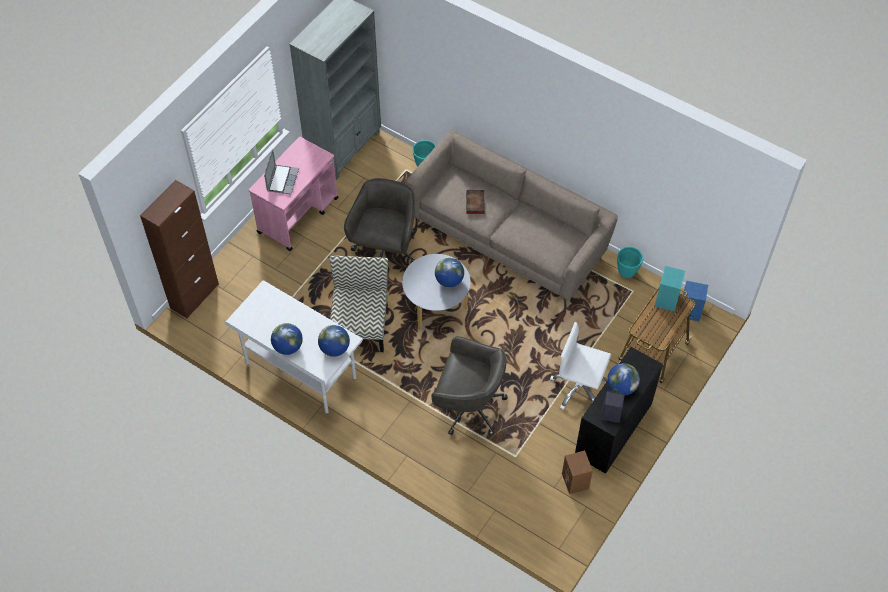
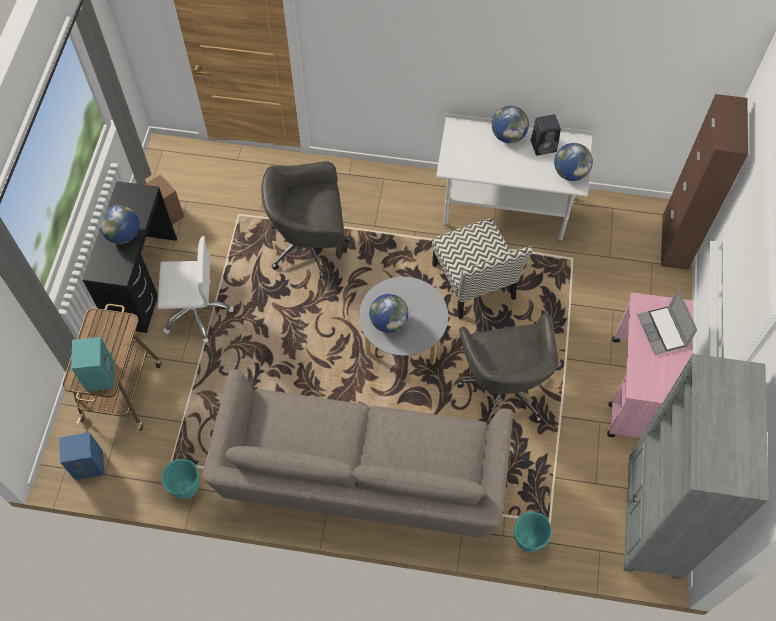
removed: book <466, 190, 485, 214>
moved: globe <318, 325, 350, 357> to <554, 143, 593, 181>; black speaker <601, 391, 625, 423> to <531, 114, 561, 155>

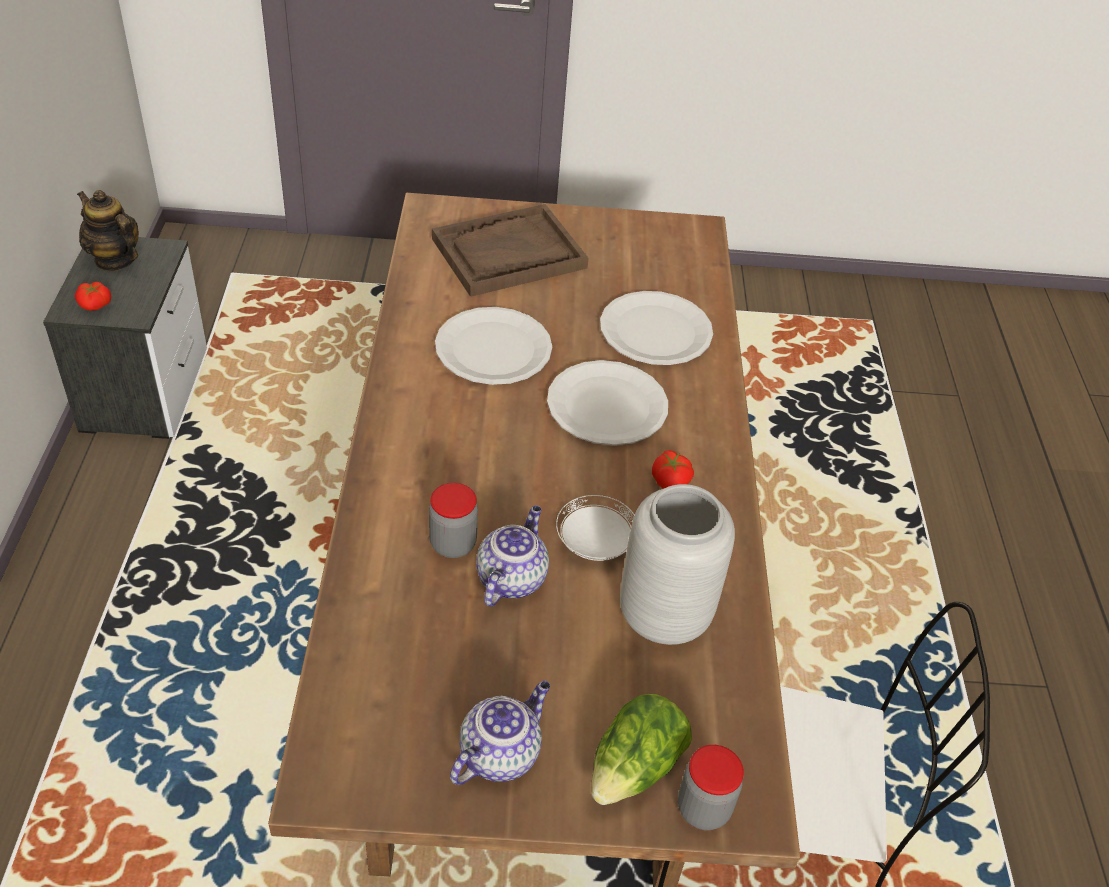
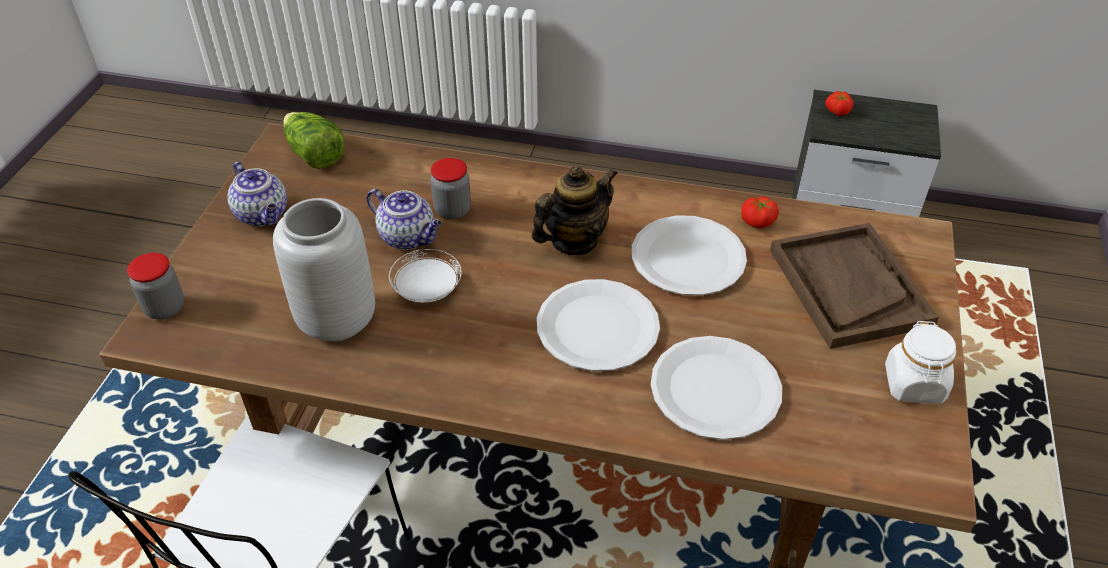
added: white jar <885, 321, 956, 404>
moved: teapot <77, 190, 139, 271> to <531, 166, 618, 255>; lettuce <591, 694, 692, 805> to <284, 112, 345, 169>; tomato <652, 450, 694, 489> to <741, 197, 779, 228>

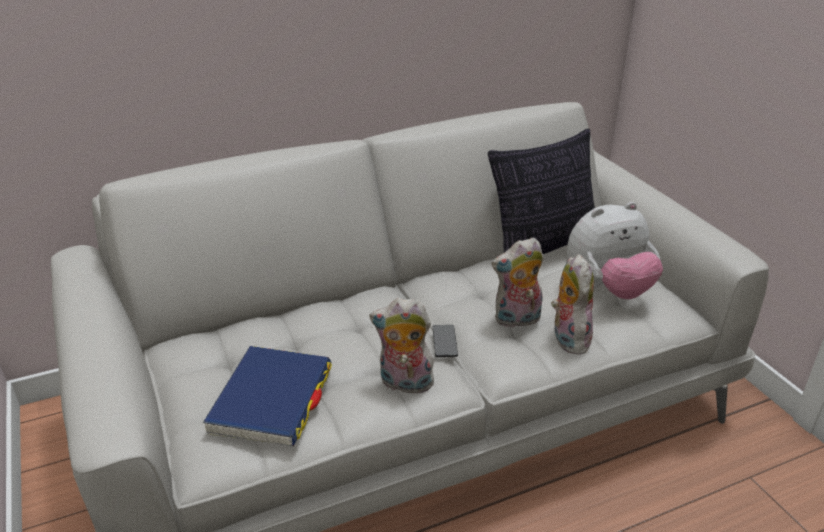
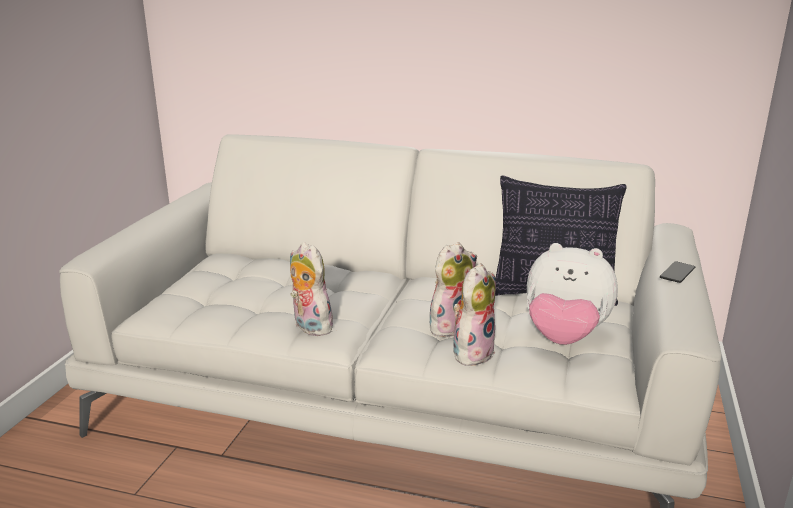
removed: blue book <203, 346, 332, 446>
moved: phone <433, 325, 458, 357> to <660, 261, 695, 283>
turned: plush toy <492, 238, 544, 328> = <429, 242, 477, 339> 120 degrees clockwise

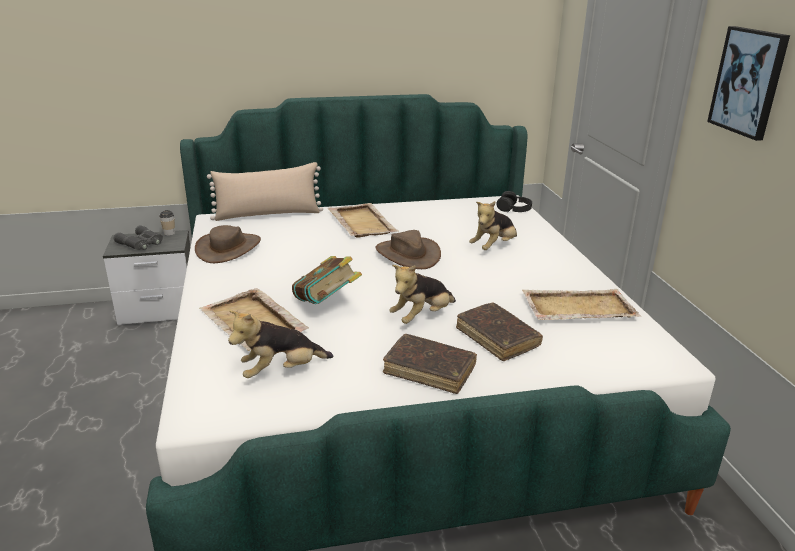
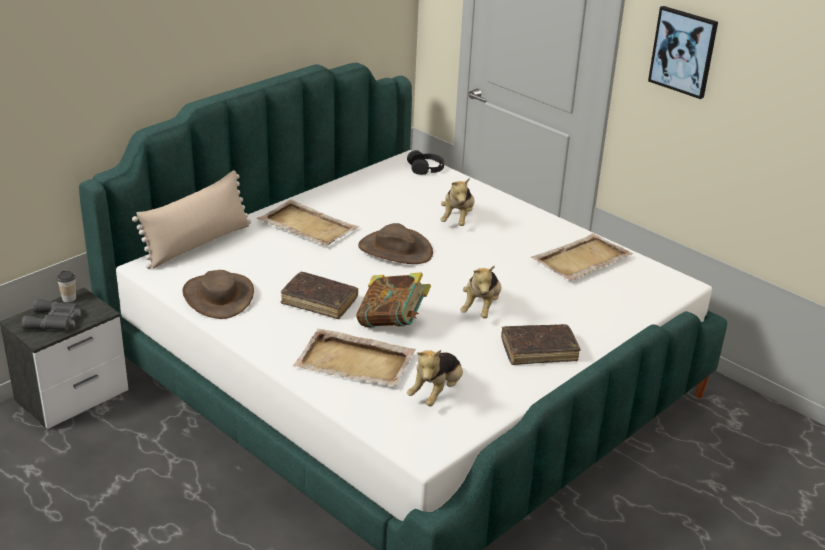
moved: brown book <456, 303, 543, 361> to <281, 272, 358, 319>

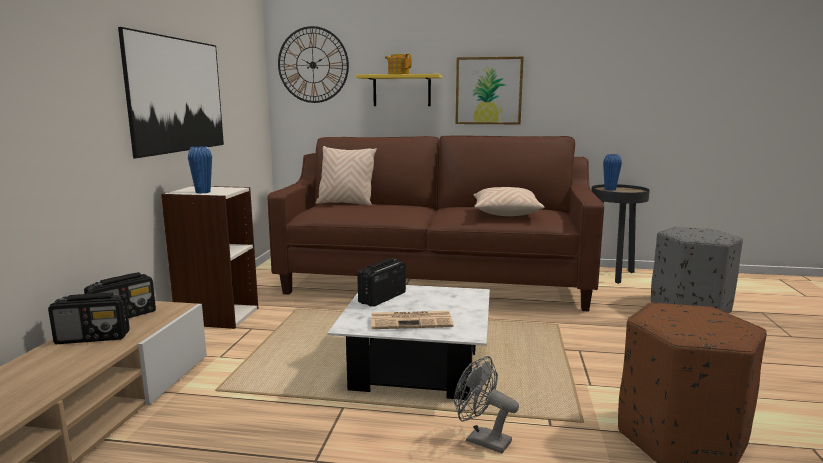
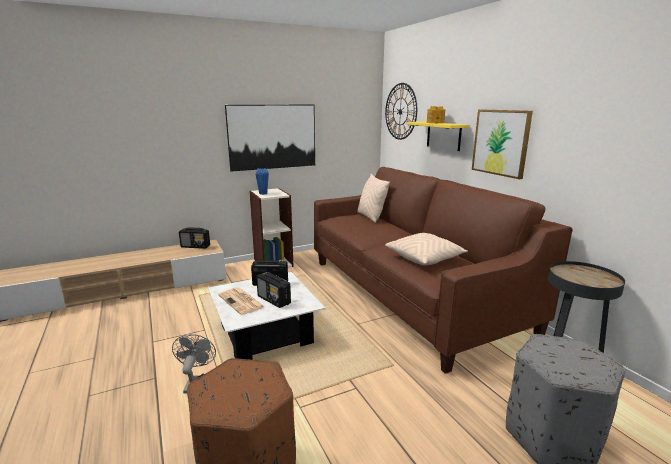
removed: blue vase <603, 154, 622, 190>
moved: radio <48, 293, 130, 344> to <256, 272, 291, 308>

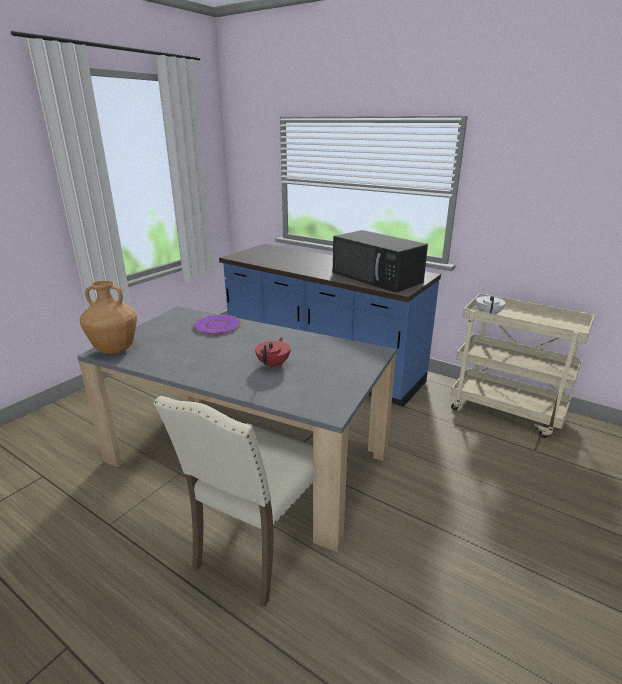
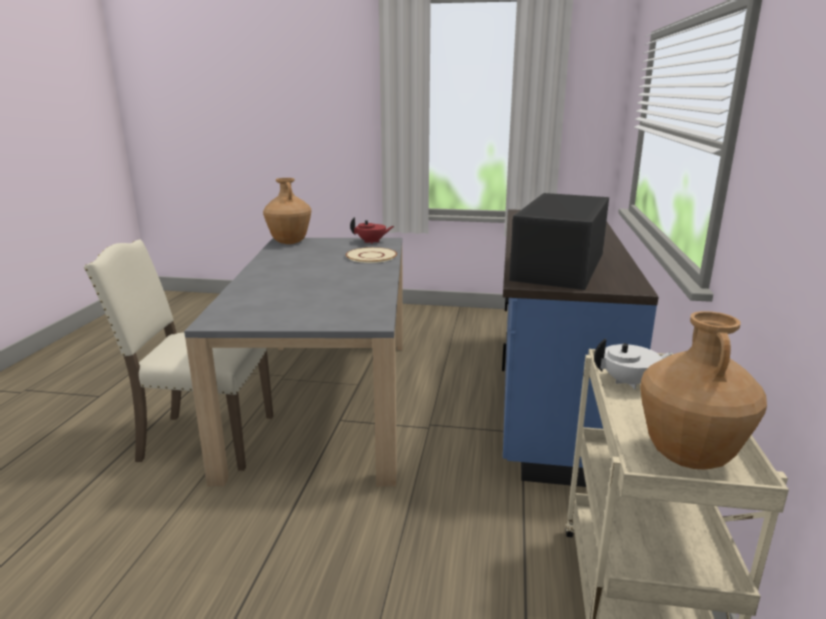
added: brown vase <640, 311, 767, 470>
moved: red teapot <255, 337, 291, 369> to <350, 217, 394, 244>
recoloured: purple plate <193, 315, 241, 335> to beige plate <346, 247, 397, 263>

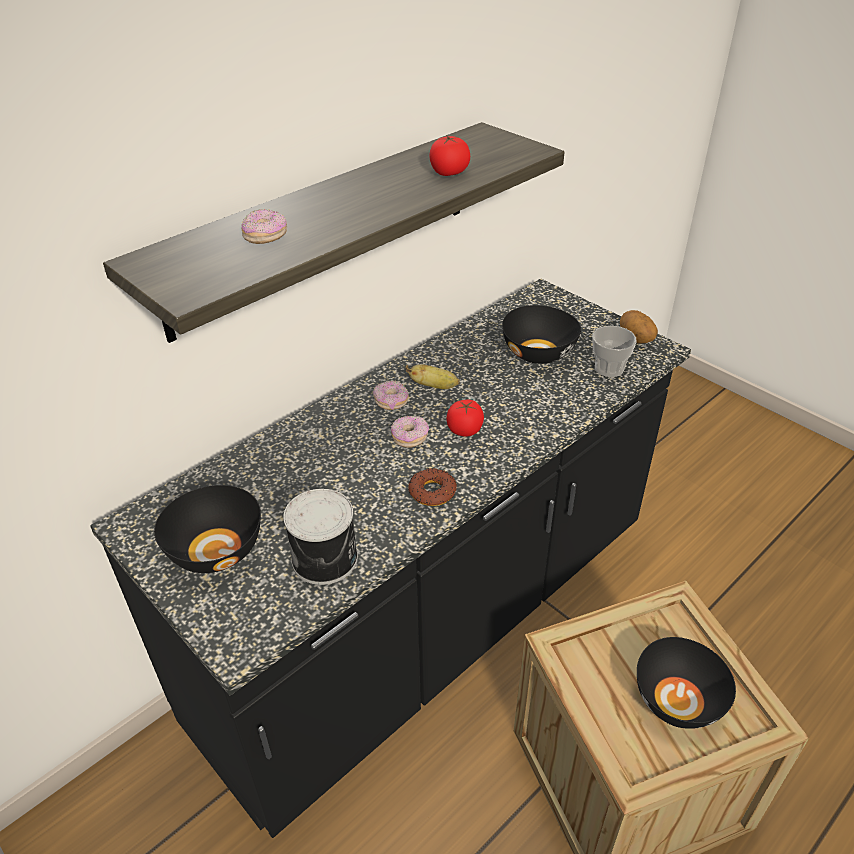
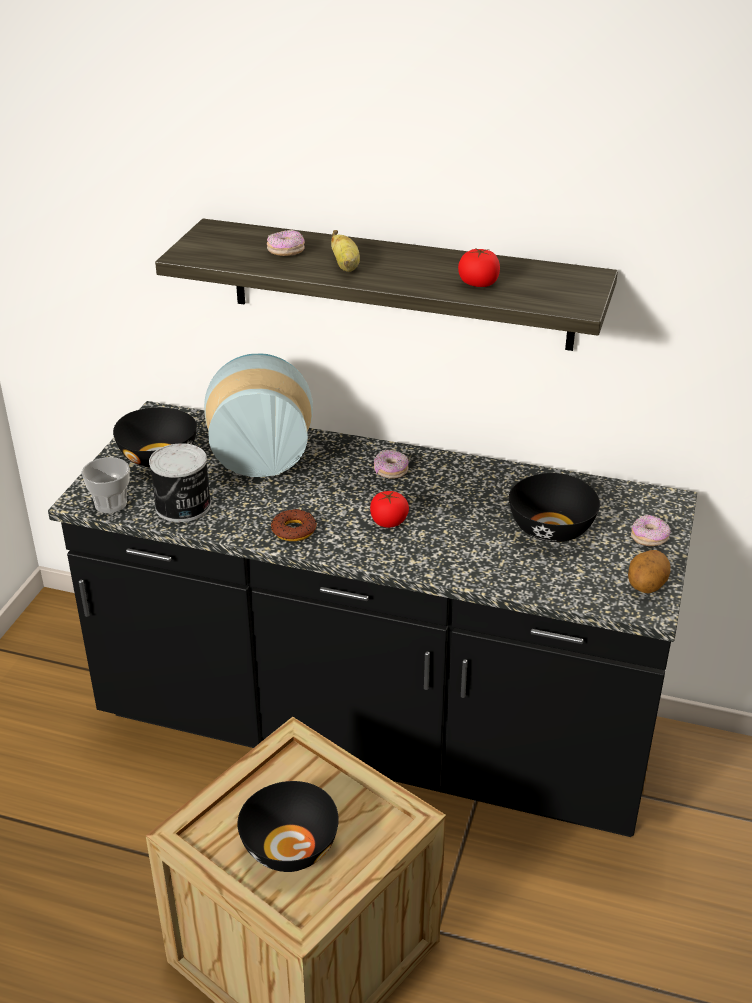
added: vase <204, 354, 313, 477>
moved: donut <391, 416, 429, 447> to <631, 515, 671, 546>; banana <406, 364, 460, 389> to <331, 230, 360, 272>; cup <593, 326, 636, 377> to <81, 457, 130, 513>

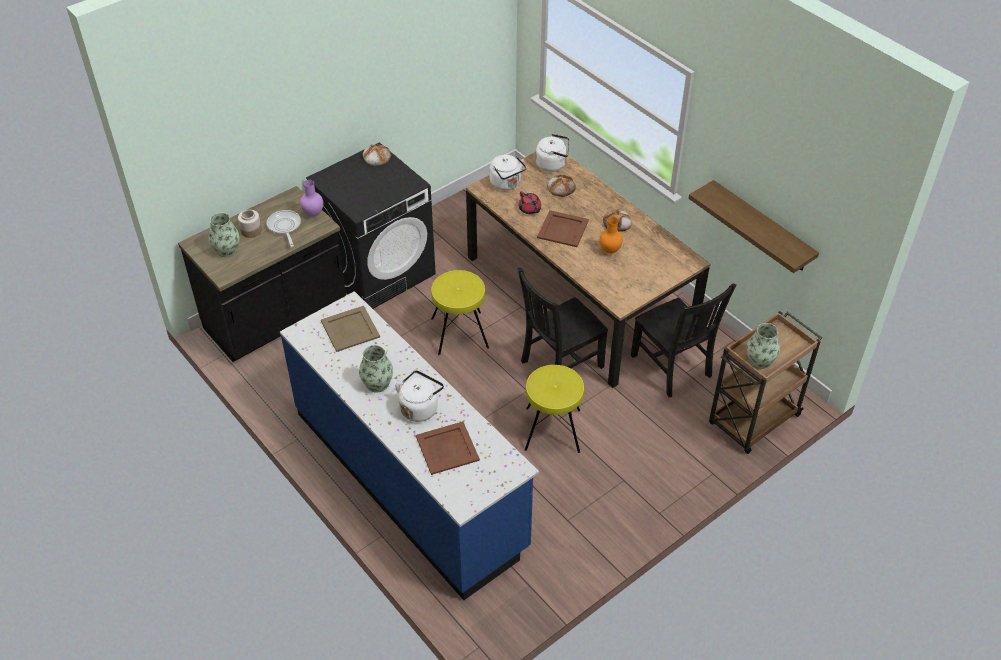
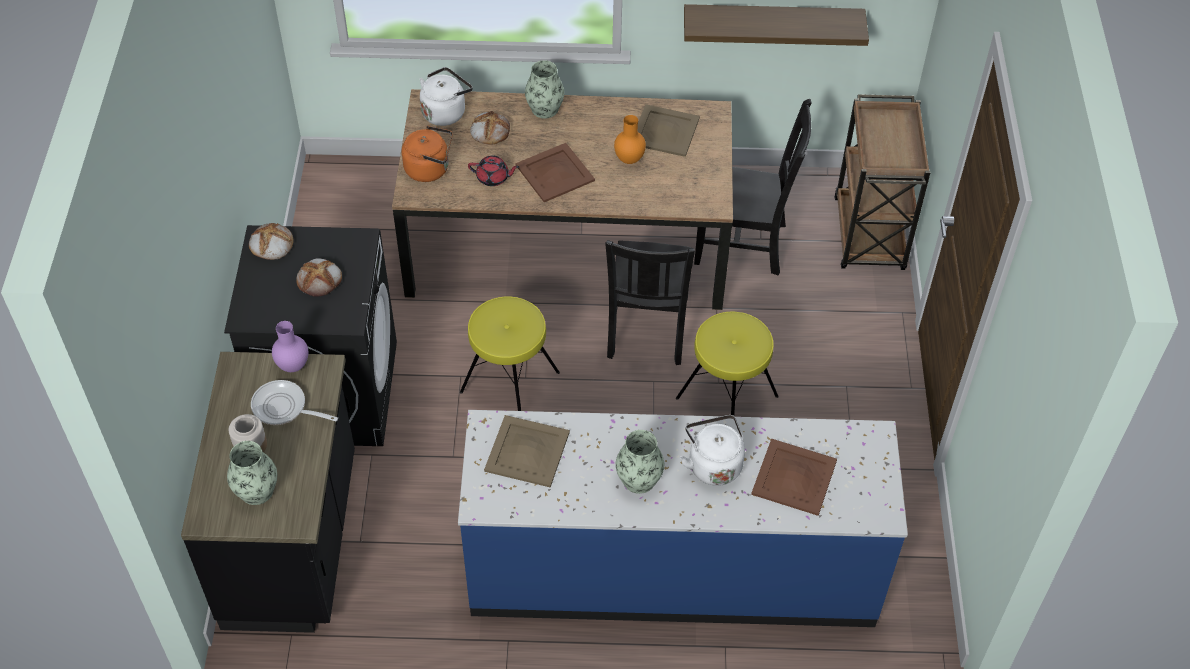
added: beige tray <638, 104, 700, 157>
moved: bread <603, 209, 632, 232> to <296, 258, 342, 297>; vase <747, 323, 780, 369> to <525, 60, 564, 118>
recoloured: white kettle <489, 155, 527, 190> to orange kettle <402, 126, 453, 182>

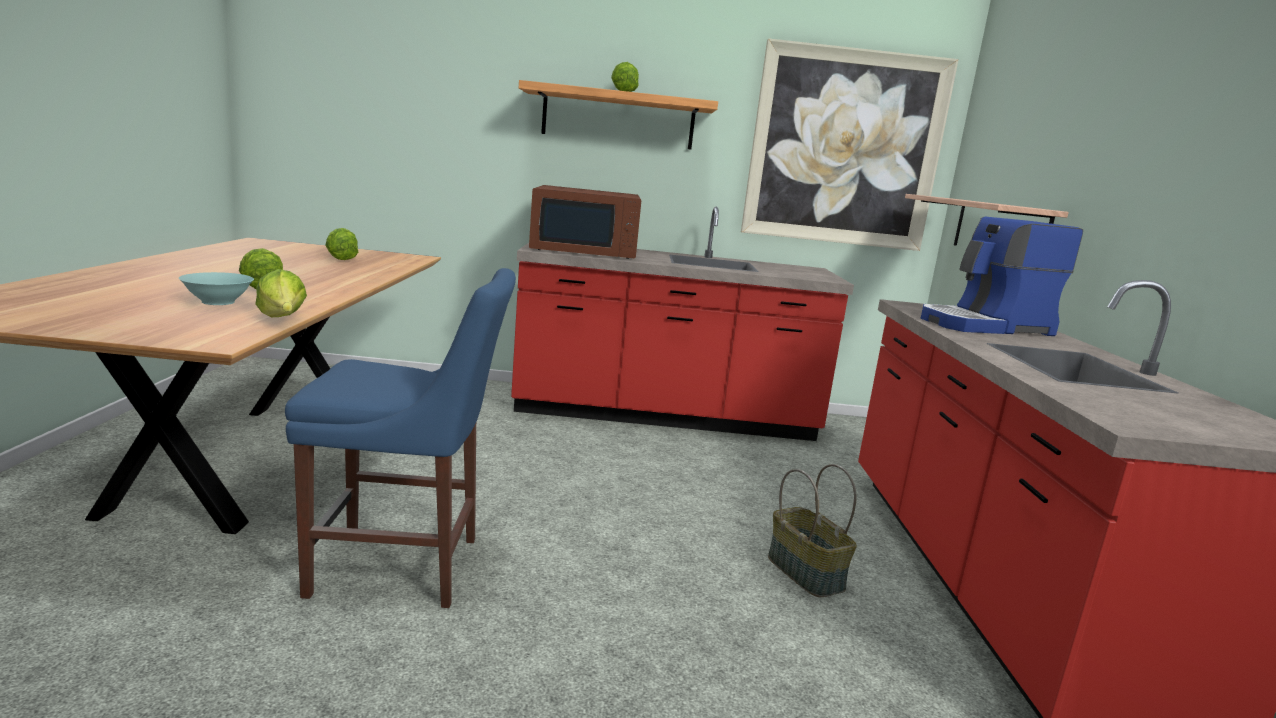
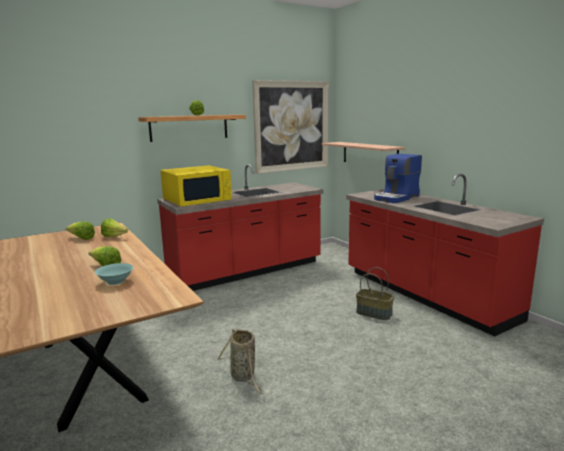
moved: lettuce <255, 269, 307, 317> to <101, 218, 128, 237>
replaced: blue chair <285, 268, 516, 608> to basket <216, 328, 264, 394>
recoloured: brown microwave <529, 185, 641, 259> to yellow microwave <161, 165, 232, 207>

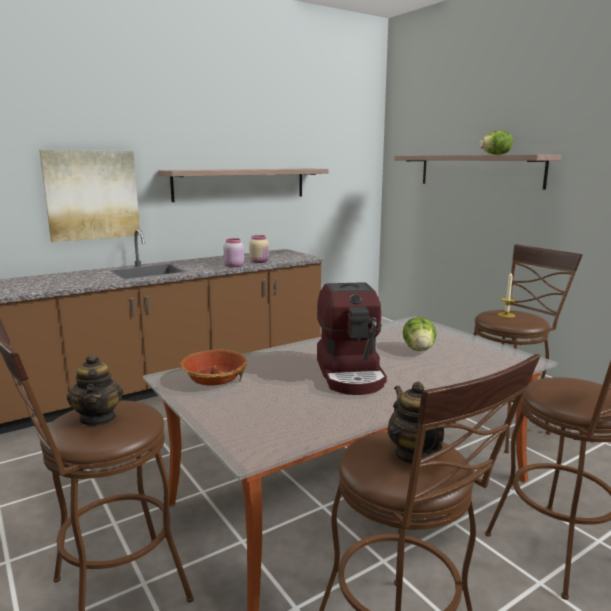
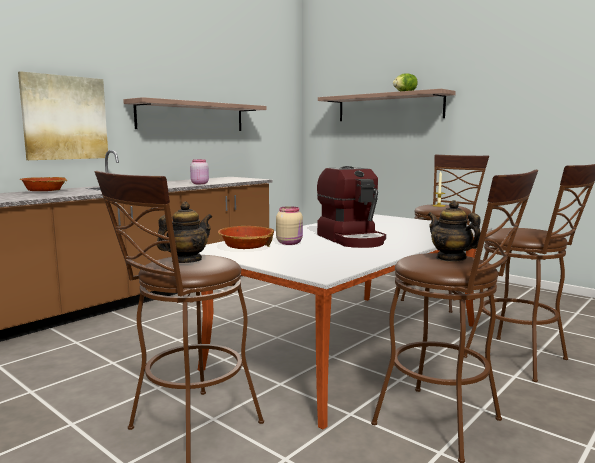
removed: lettuce <403, 317, 437, 351>
added: bowl <19, 177, 67, 191>
moved: beige jar <249, 235, 269, 263> to <276, 206, 303, 245>
turned: teapot <67, 354, 123, 426> = <157, 202, 212, 263> 105 degrees counterclockwise

